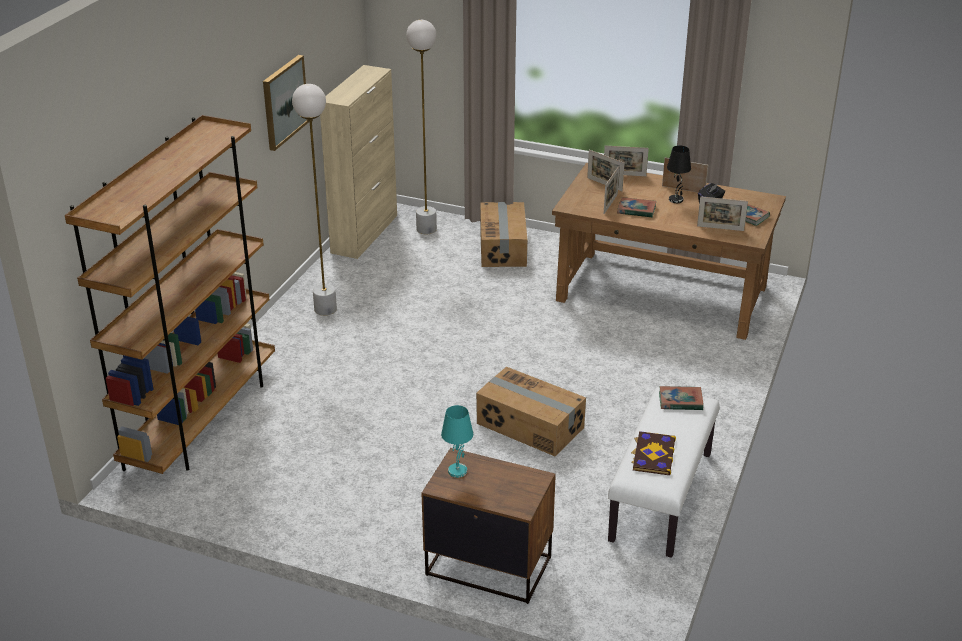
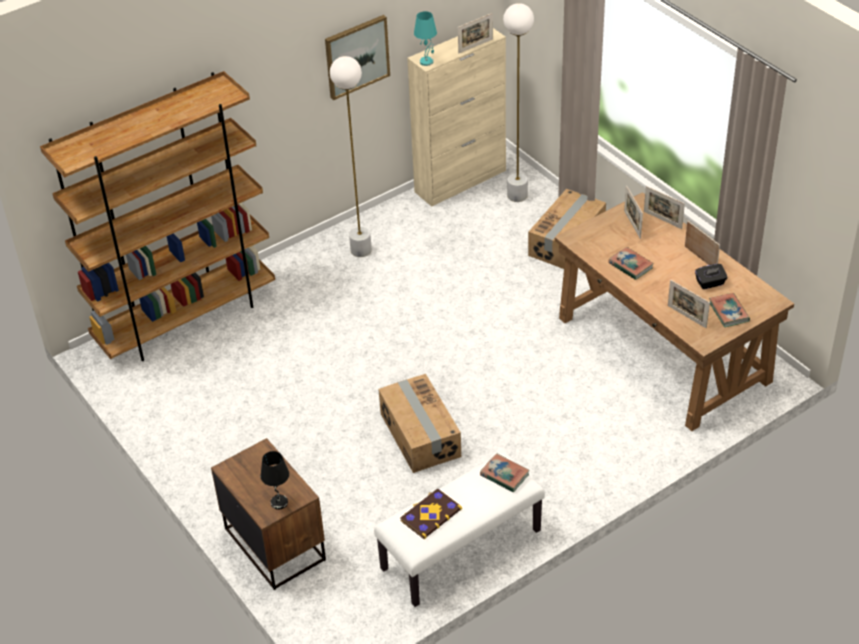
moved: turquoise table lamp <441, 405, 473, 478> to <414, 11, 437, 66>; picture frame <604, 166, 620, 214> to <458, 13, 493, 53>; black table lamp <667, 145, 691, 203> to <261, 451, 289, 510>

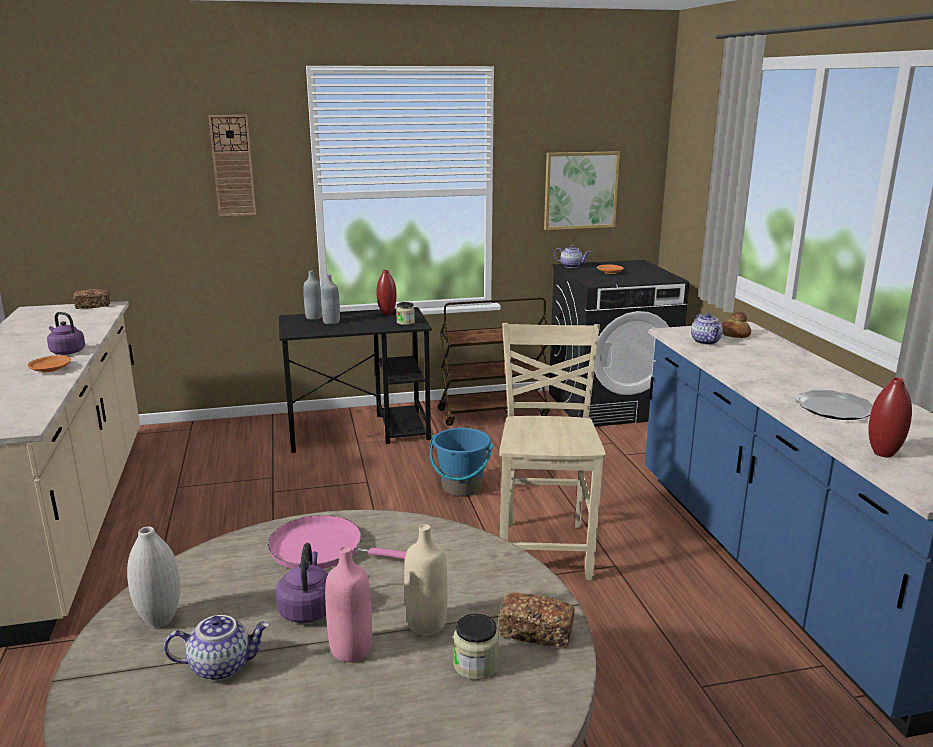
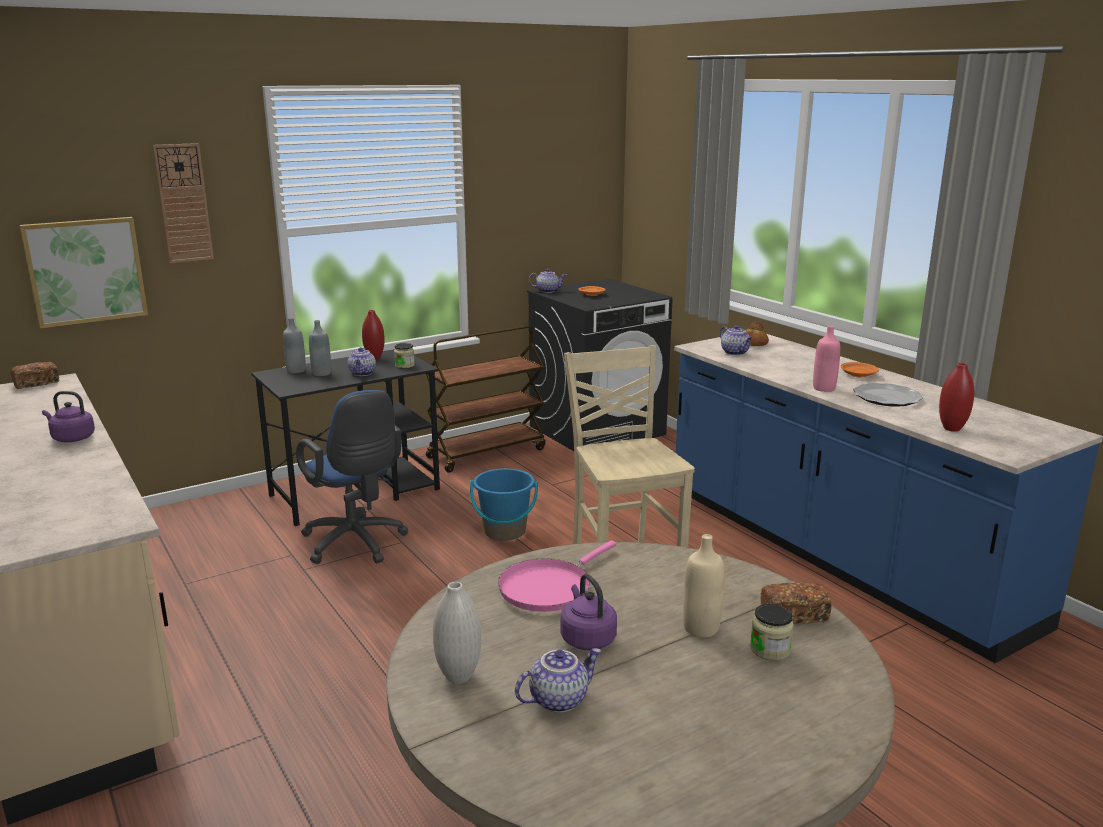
added: blue office chair <296, 390, 408, 564>; teapot <348, 347, 376, 376>
moved: orange plate <28, 355, 71, 372> to <841, 362, 879, 377>; pink bottle <325, 546, 372, 662> to <813, 326, 840, 392>; picture <544, 151, 620, 230> to <19, 217, 148, 329>
turned: pink frying pan <268, 515, 406, 569> = <498, 540, 616, 612> 45 degrees counterclockwise

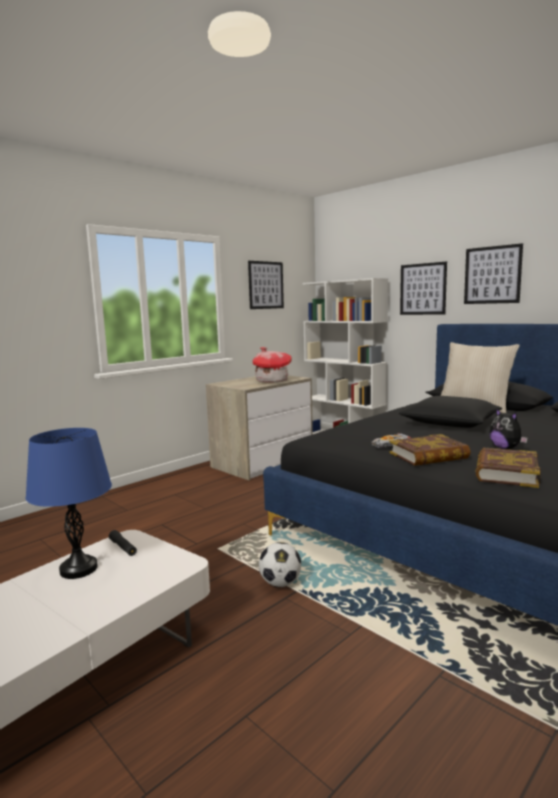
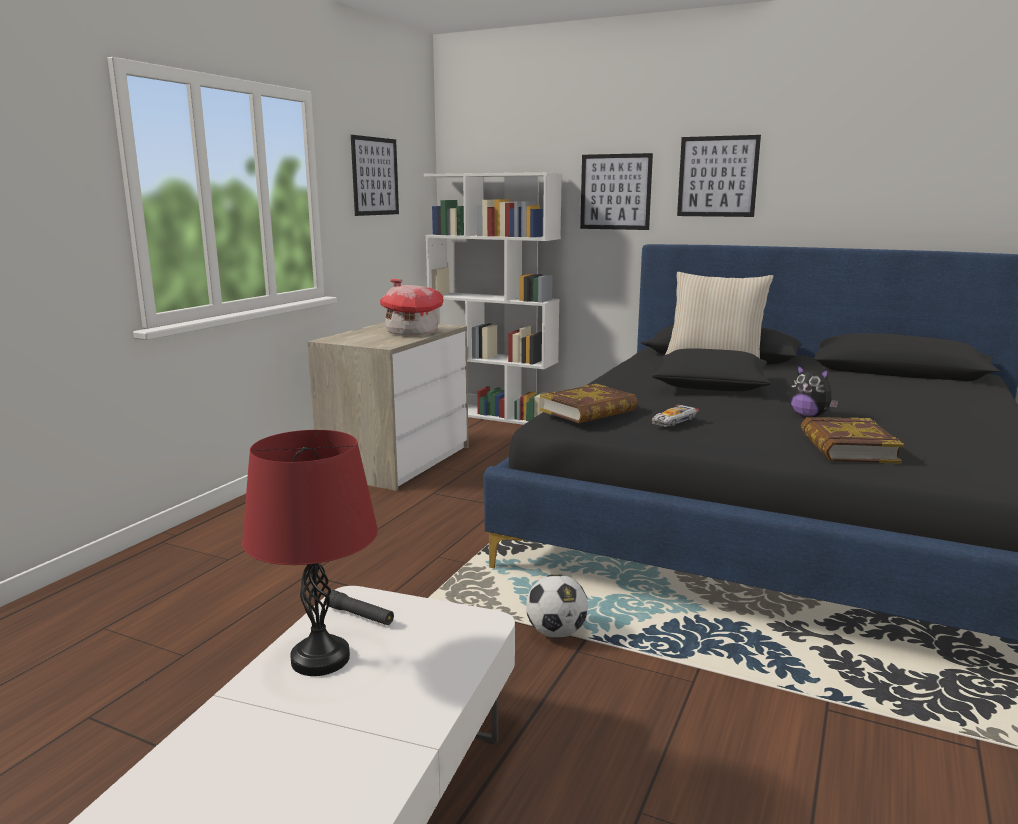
moved: book <389, 434, 471, 466> to <540, 384, 638, 423>
recoloured: blue table lamp <25, 428, 112, 579> to red table lamp <242, 430, 378, 676>

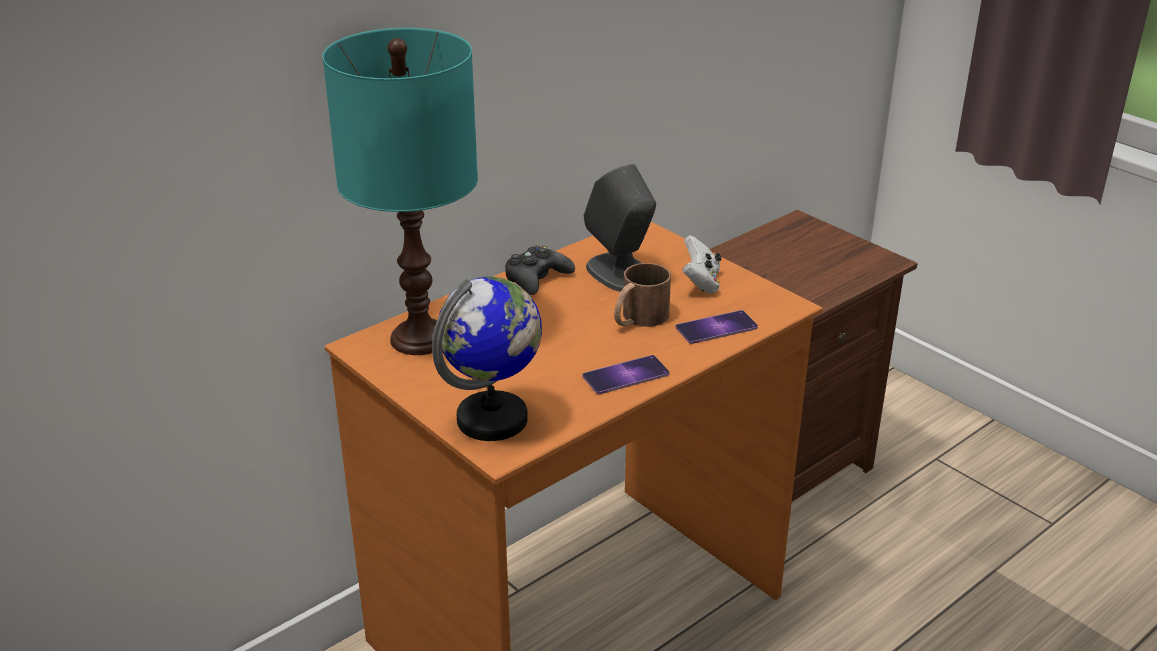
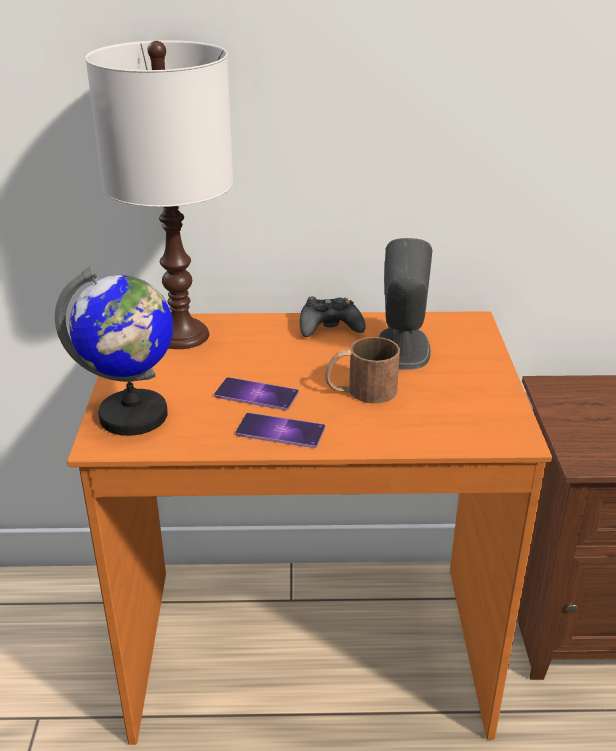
removed: white game controller <682, 235, 721, 293>
moved: phone <675, 310, 758, 344> to <214, 377, 299, 410>
recoloured: turquoise table lamp <322, 28, 478, 355> to white table lamp <85, 40, 234, 349>

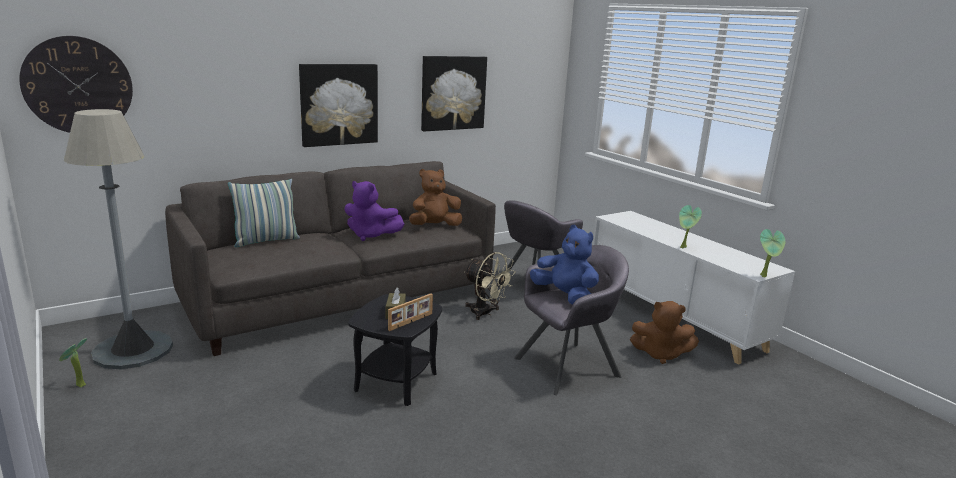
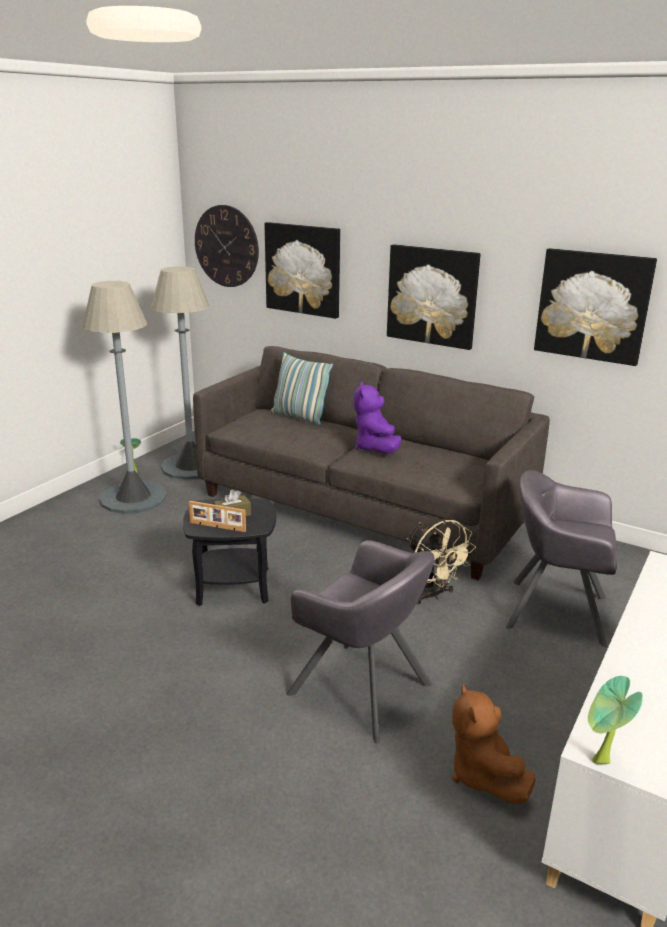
removed: brown plush toy <409, 169, 462, 226>; blue plush toy <530, 225, 599, 305>; potted plant <679, 205, 702, 248>
added: grey floor lamp <82, 281, 167, 514>; picture <264, 222, 340, 319>
turned: beige fan <464, 252, 515, 320> = <407, 520, 476, 604> 45 degrees counterclockwise

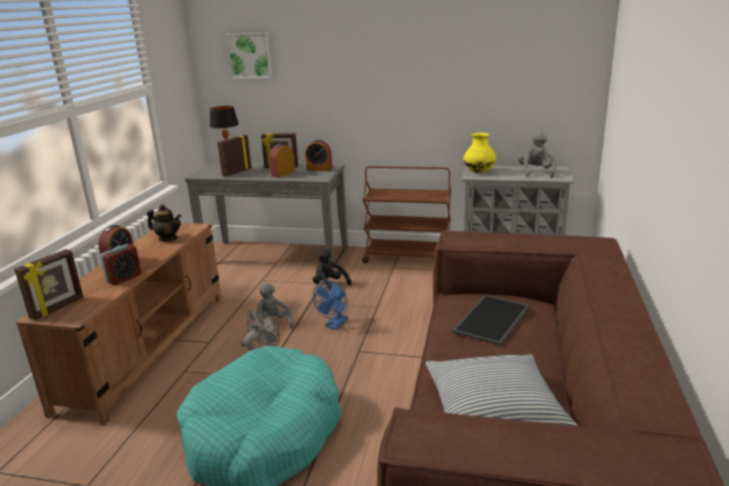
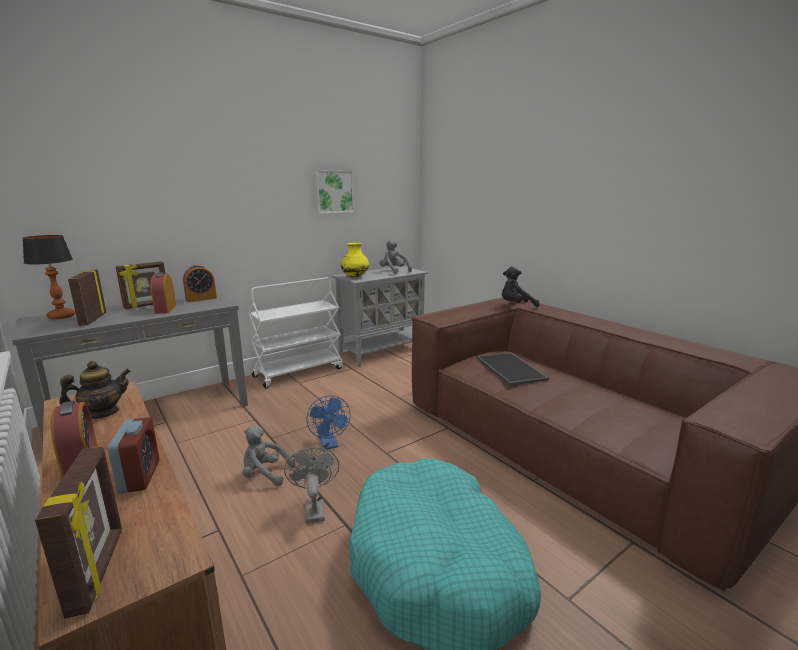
removed: pillow <425, 355, 578, 426>
moved: picture <226, 33, 273, 79> to <315, 170, 354, 214>; black plush toy <313, 249, 352, 290> to <502, 267, 539, 307>
recoloured: brown cart <362, 166, 451, 263> to white cart <248, 277, 343, 388>

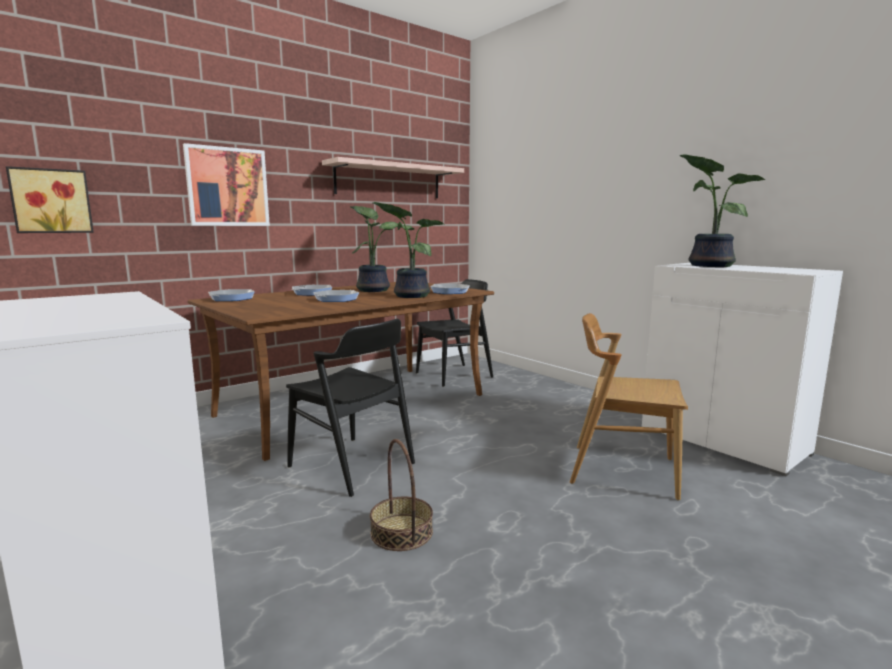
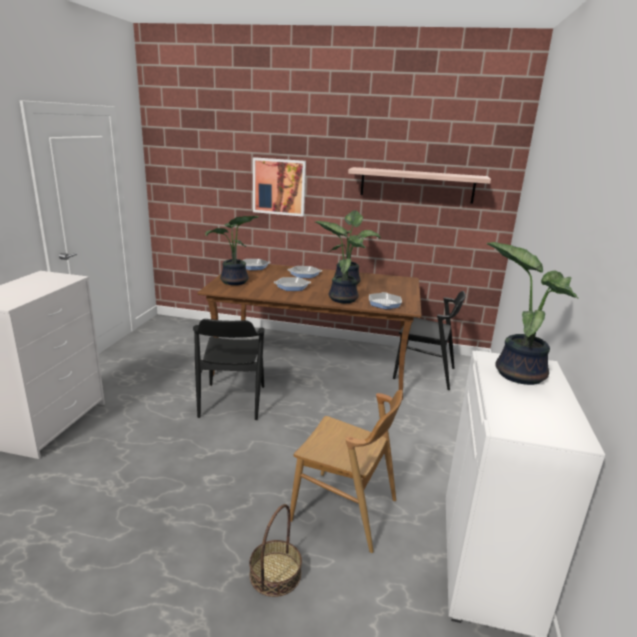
removed: picture <6, 166, 94, 233>
added: potted plant <205, 216, 258, 285>
moved: basket <370, 439, 433, 551> to <249, 504, 302, 597>
turned: brown chair <570, 313, 688, 501> = <290, 390, 403, 553> 135 degrees clockwise

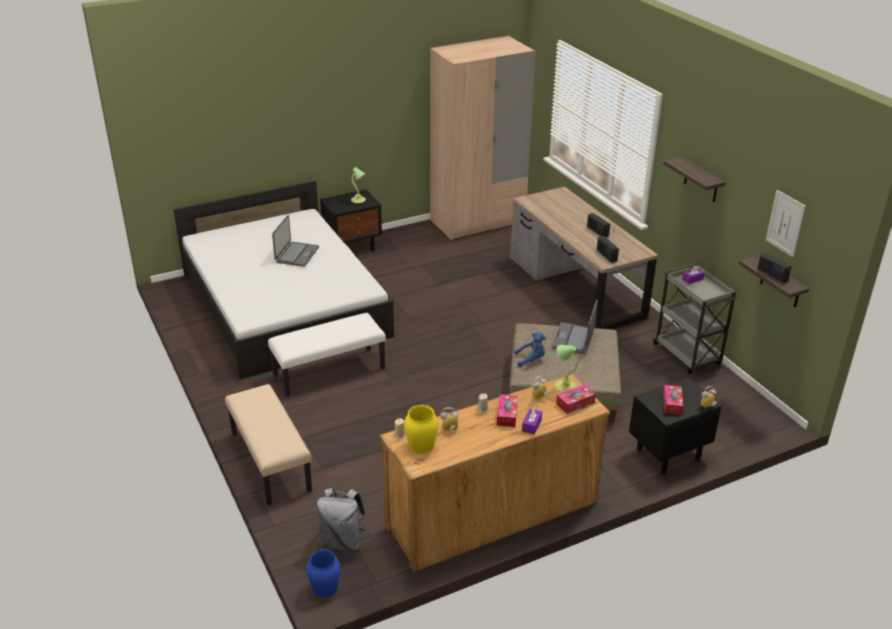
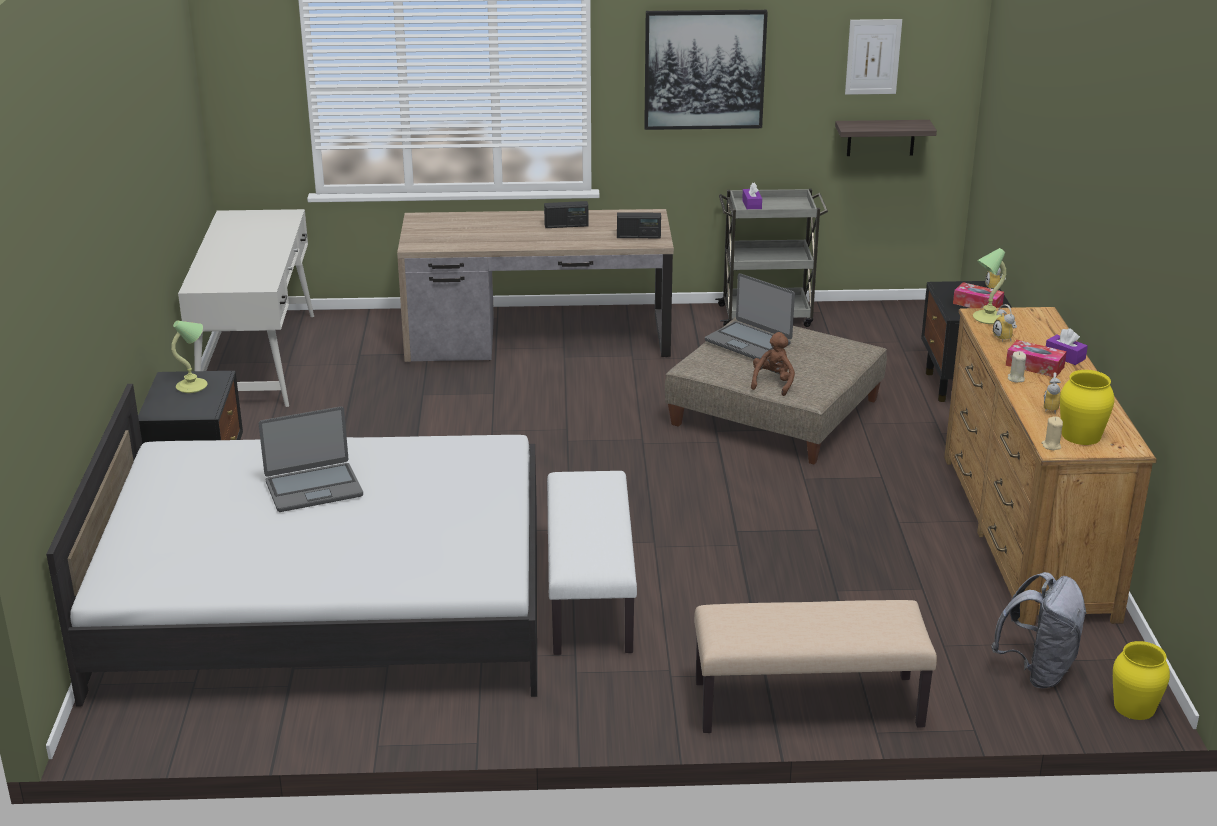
removed: tissue box <556, 384, 596, 414>; radio <758, 253, 791, 283>
replaced: beige wardrobe <430, 36, 536, 241> to white desk <178, 209, 314, 407>; shelf <663, 157, 725, 202> to picture <644, 10, 768, 130>
recoloured: blue vase <306, 549, 341, 597> to yellow vase <1113, 641, 1170, 720>; blue plush toy <515, 332, 546, 367> to brown plush toy <751, 332, 795, 396>
turned: laptop <272, 215, 319, 267> = <259, 406, 363, 512> 120 degrees clockwise

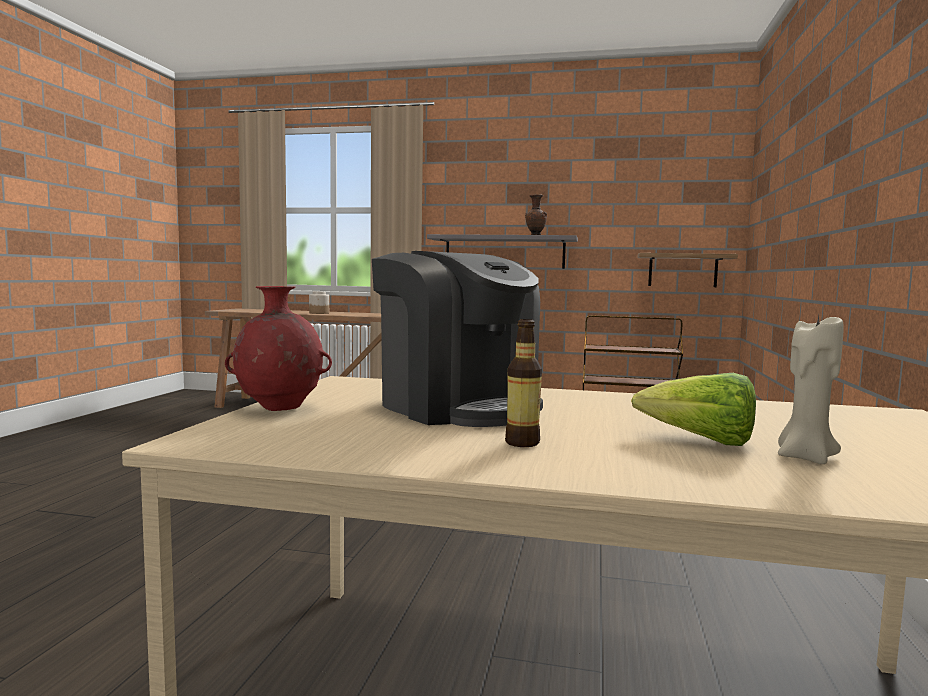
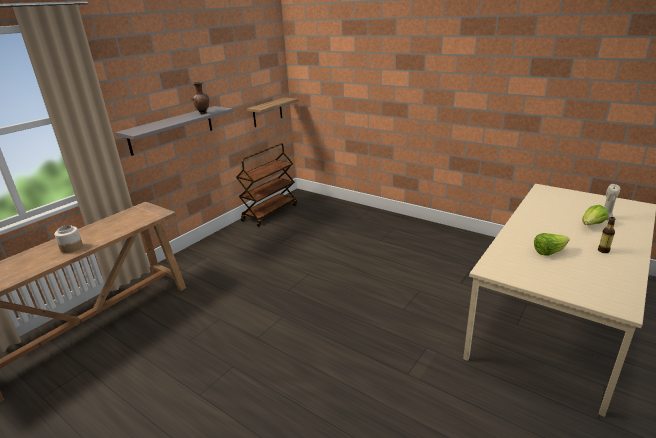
removed: red vase <225, 286, 332, 411>
replaced: coffee machine <372, 251, 543, 427> to lettuce <534, 233, 570, 256>

